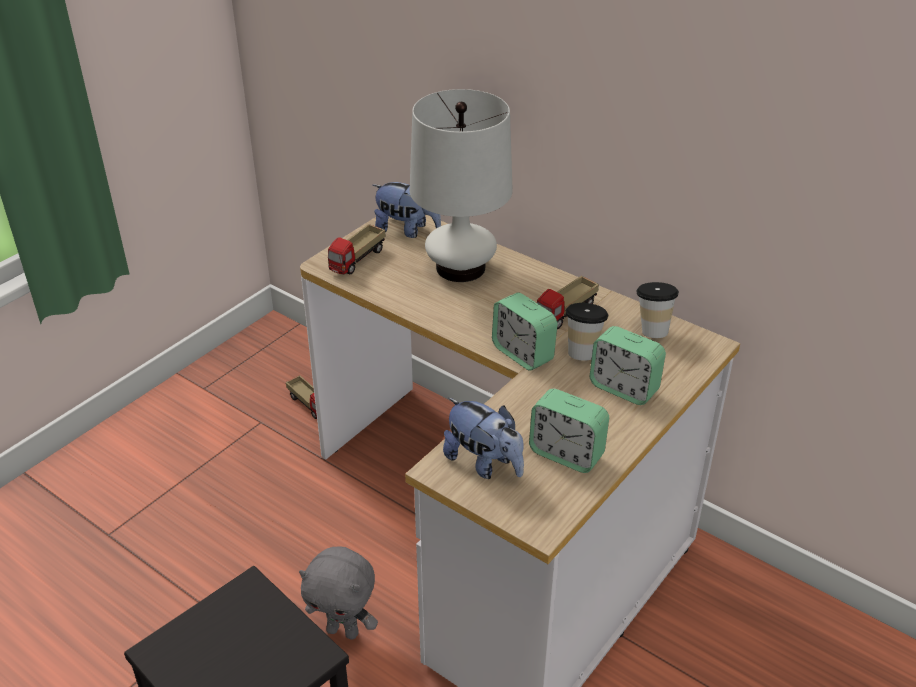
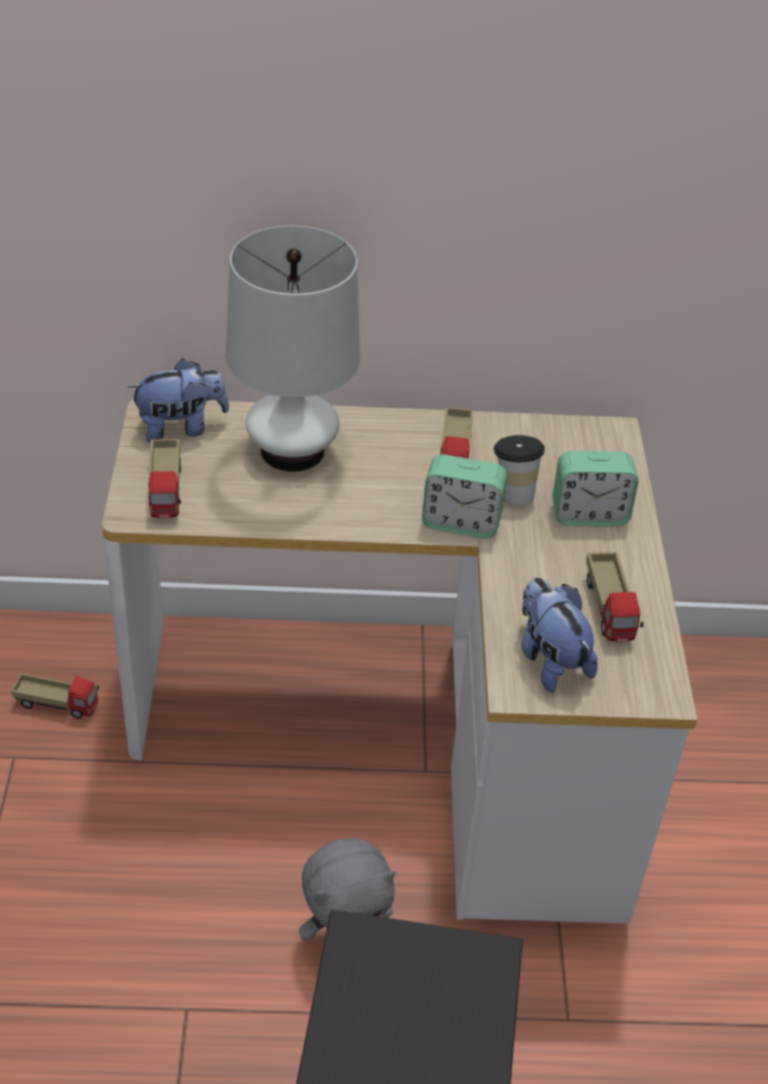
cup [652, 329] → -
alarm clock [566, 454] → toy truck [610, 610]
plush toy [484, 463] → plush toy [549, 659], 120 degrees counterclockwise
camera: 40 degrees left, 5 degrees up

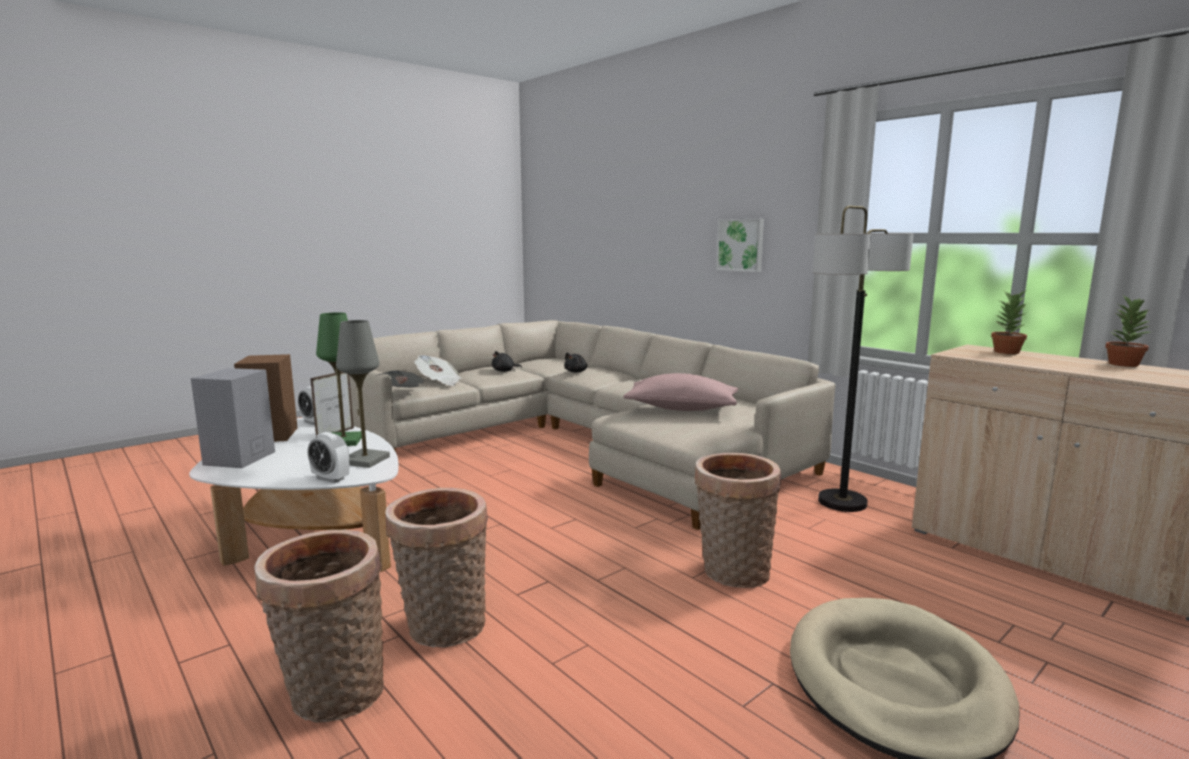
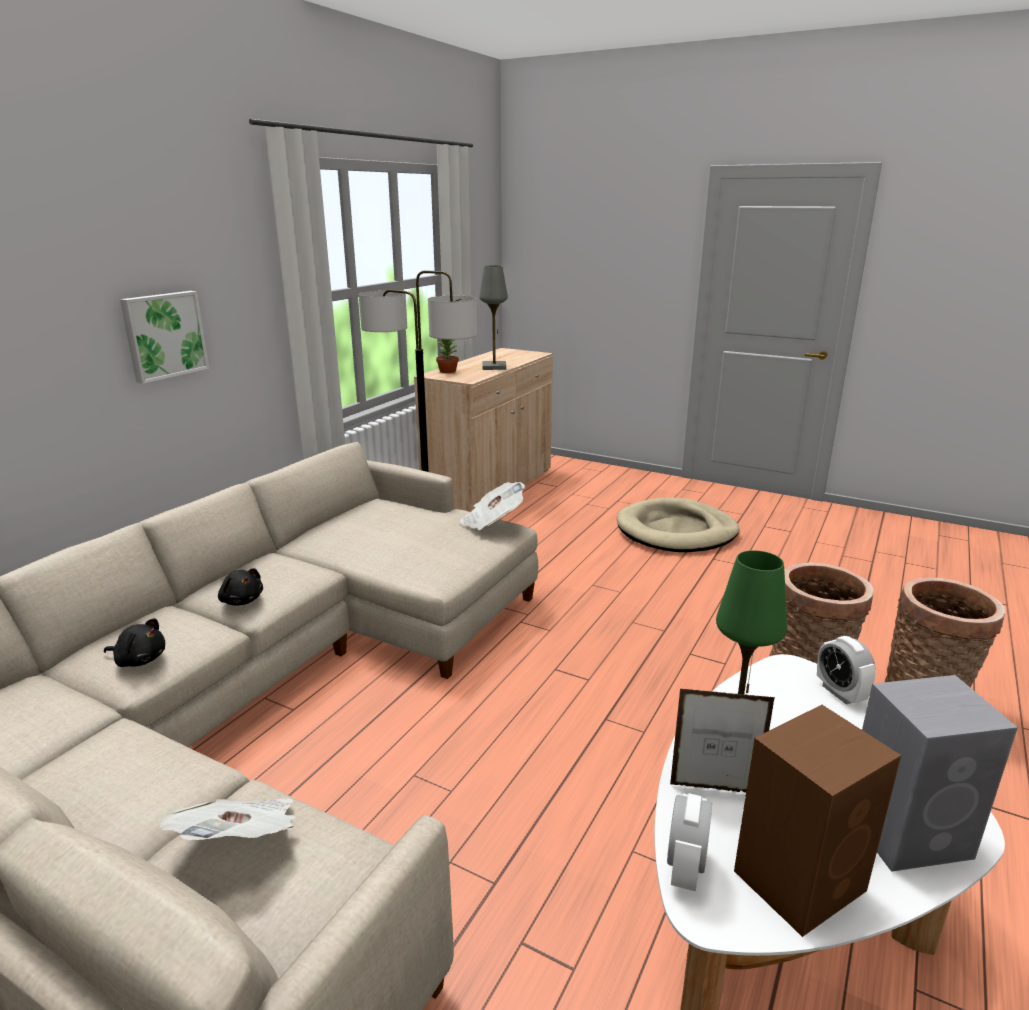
pillow/pink [681, 408] → -
basket [732, 573] → -
potted plant [1123, 364] → -
table lamp/grey [365, 460] → table lamp/grey [494, 367], move
newspaper [402, 392] → newspaper [492, 521], move
plush toy/black [504, 371] → plush toy/black [241, 600], move
alarm clock [330, 478] → alarm clock [840, 693], 150 degrees clockwise
camera: 110 degrees left, 10 degrees up

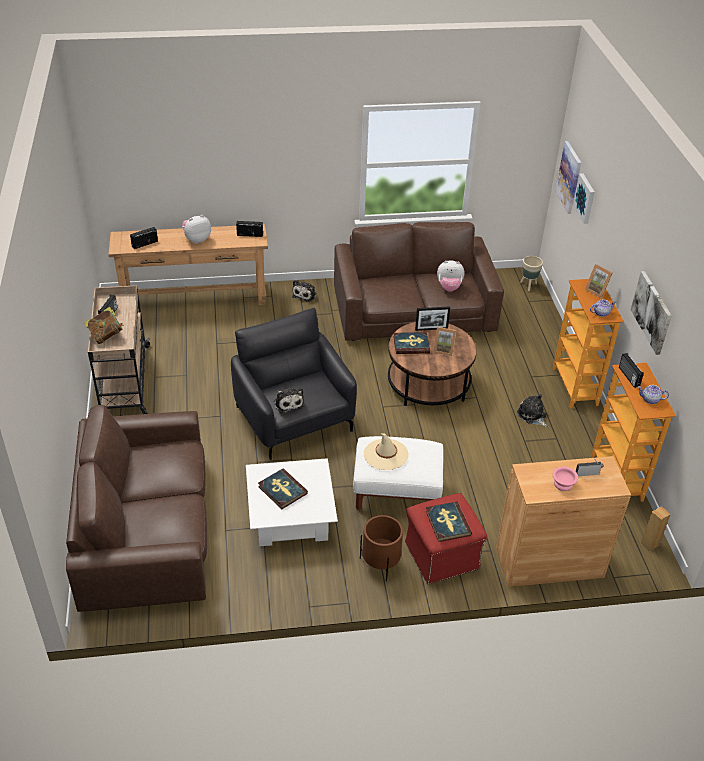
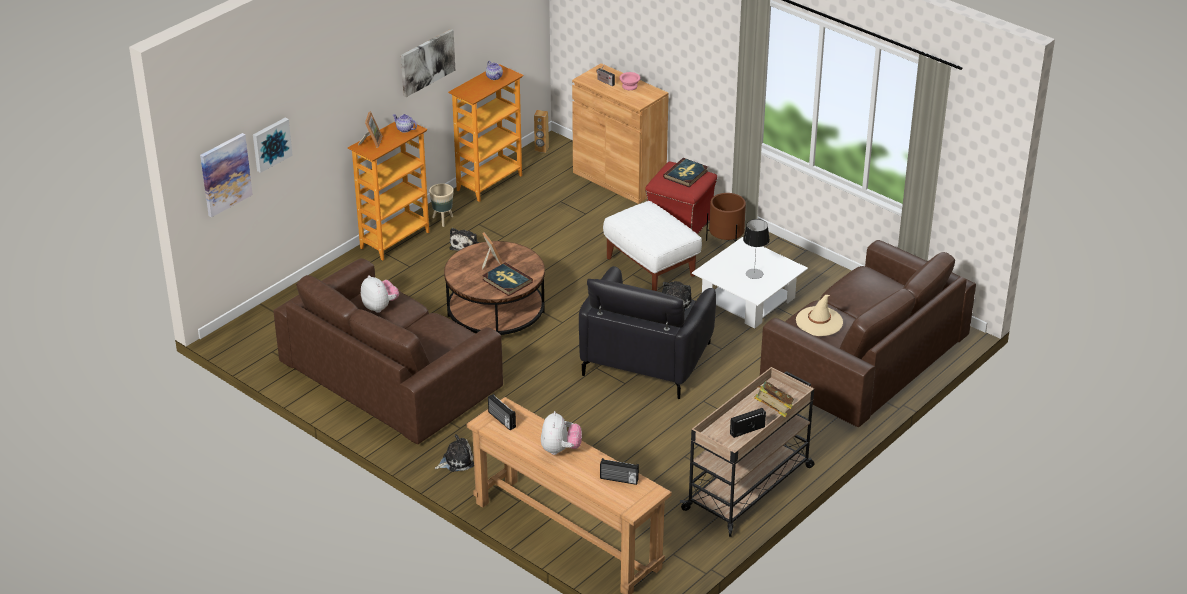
picture frame [431, 329] → -
radio [628, 377] → -
hat/beige [385, 454] → hat/beige [819, 322], move
planter/beige [528, 285] → planter/beige [442, 220], move
book [282, 490] → table lamp [754, 274]
plush toy [197, 239] → plush toy [560, 449], 105 degrees counterclockwise
camera: 130 degrees left, 5 degrees down

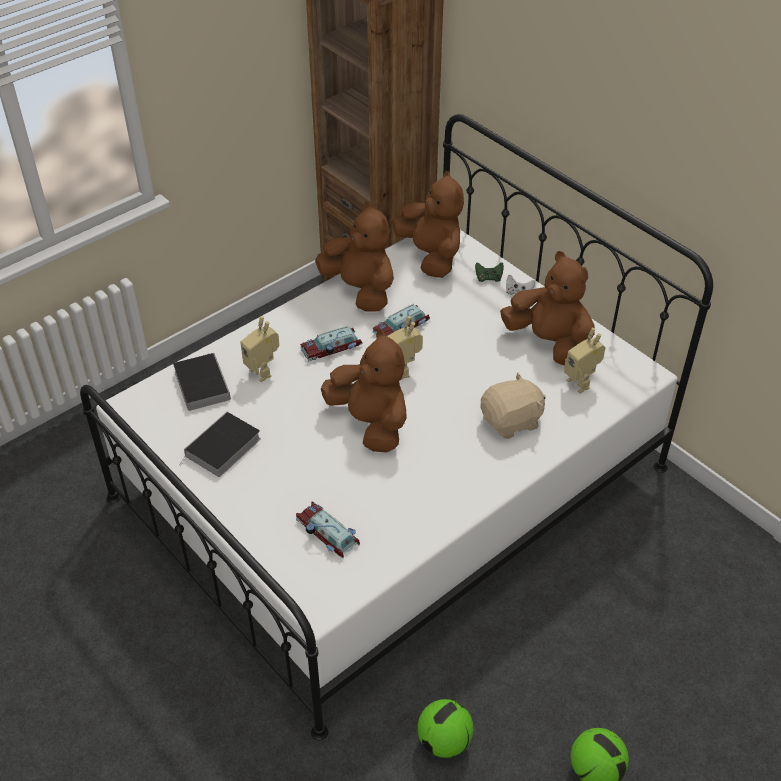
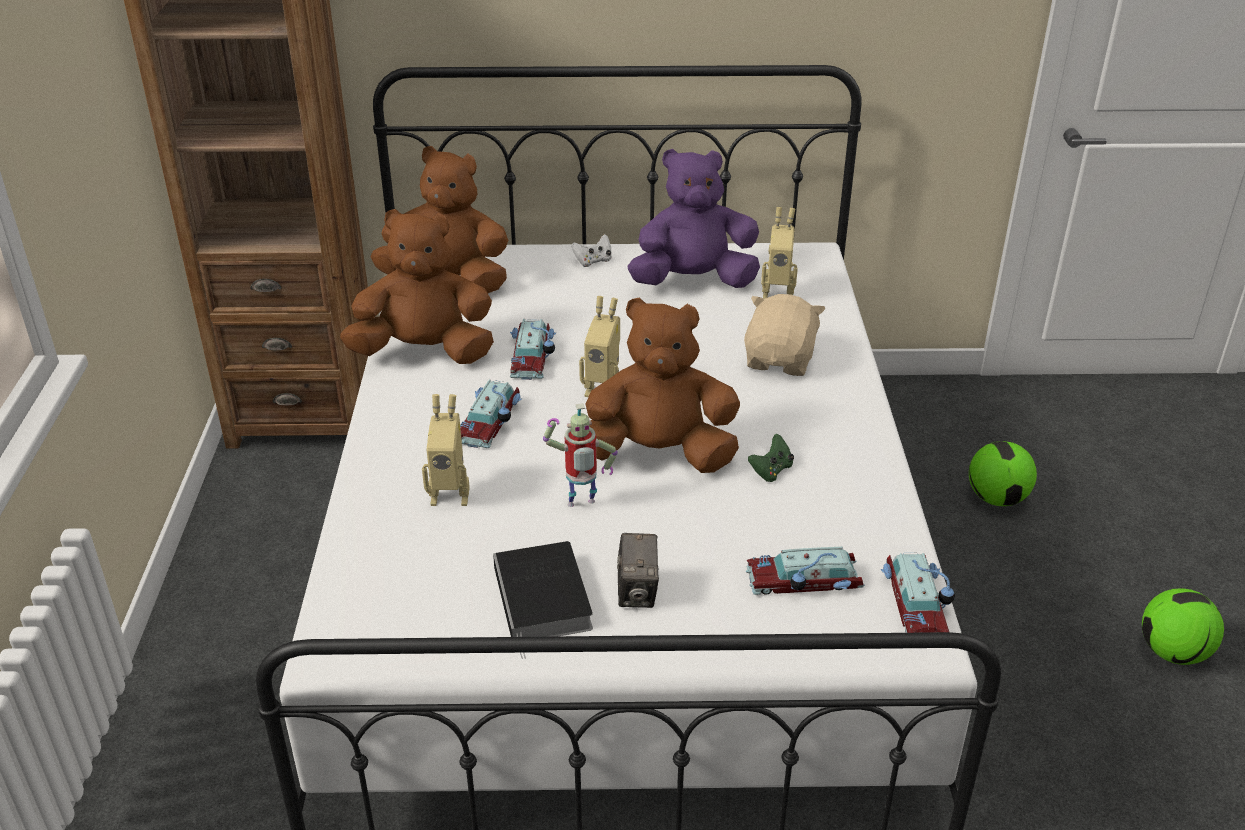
book [201, 383] → -
- → toy robot [581, 506]
- → photo camera [637, 592]
- → toy car [917, 602]
football [444, 741] → football [996, 498], move
game controller/green [488, 278] → game controller/green [771, 471], move
plush toy/brown [549, 342] → plush toy/purple [693, 281]
camera: 50 degrees left, 10 degrees down

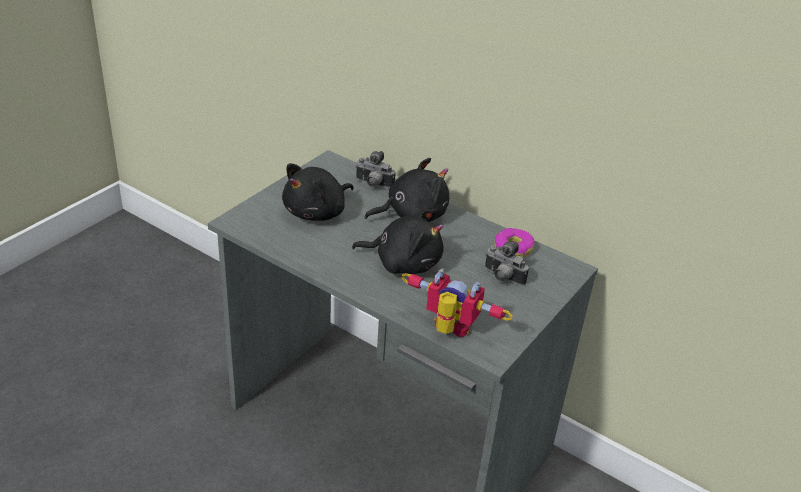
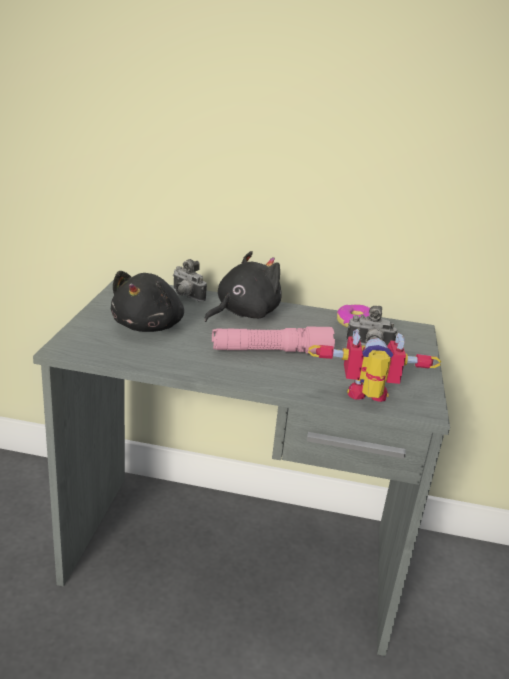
plush toy/black [404, 262] → flashlight/pink [271, 351]
photo camera [373, 185] → photo camera [185, 296], 45 degrees clockwise
camera: 25 degrees left, 10 degrees down

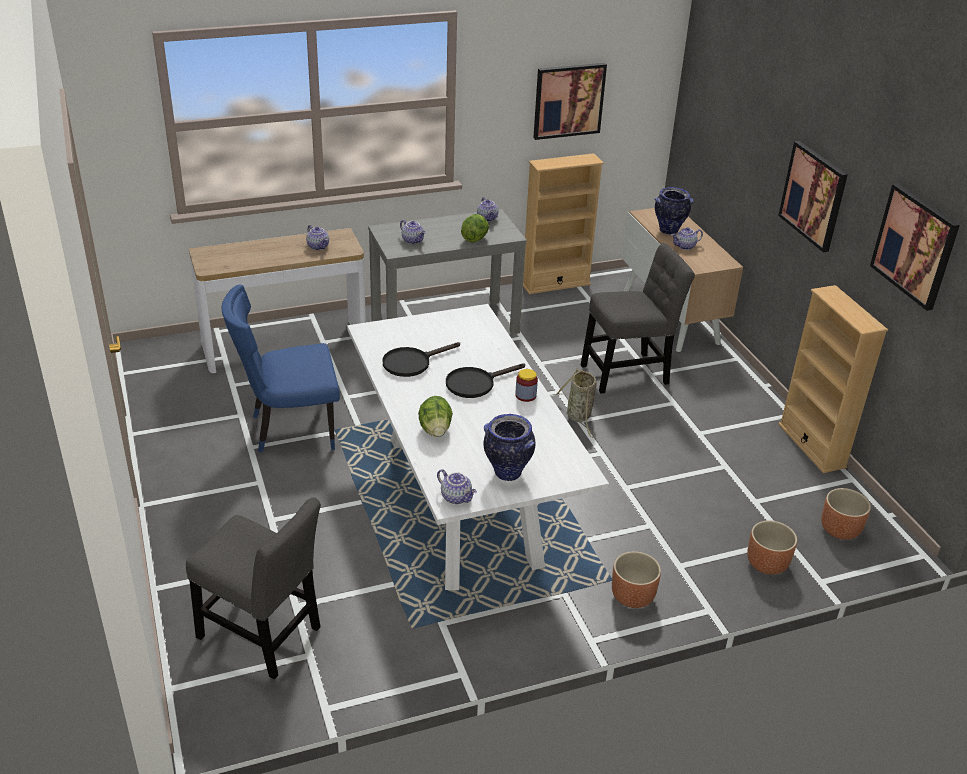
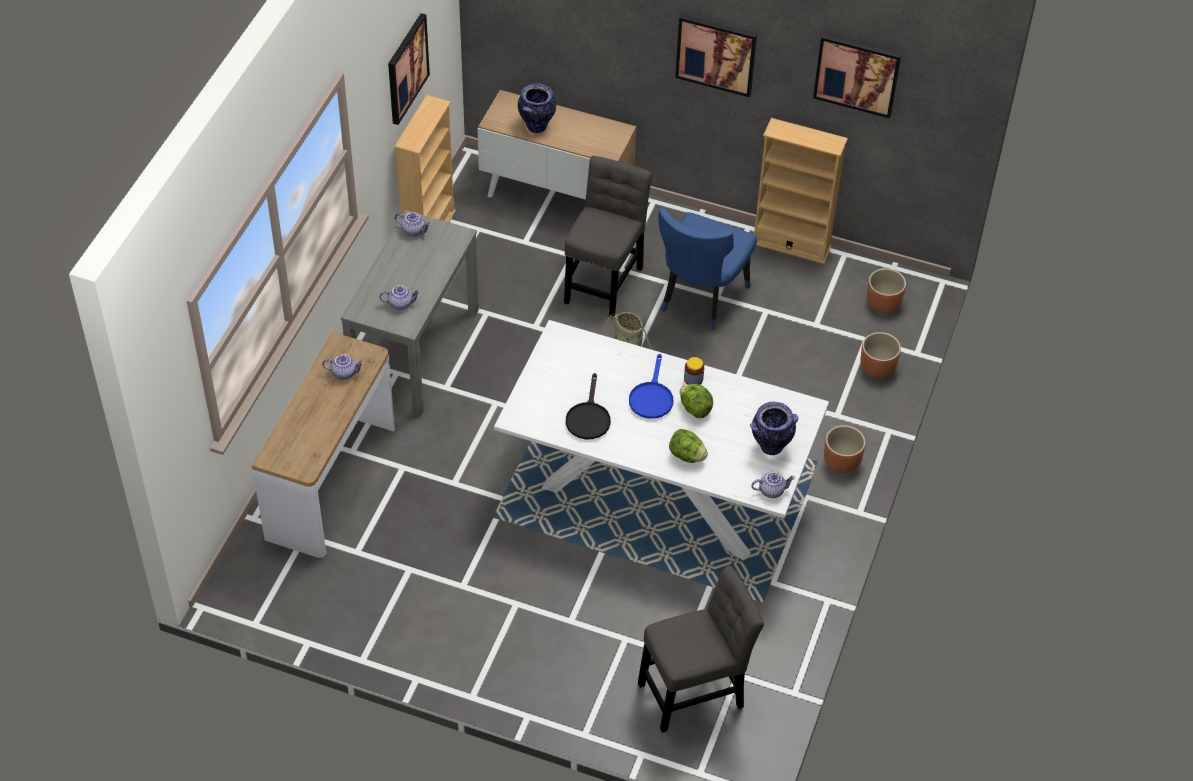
teapot [685, 246] → -
chair/blue [289, 429] → chair/blue [700, 299], move
lettuce [474, 239] → lettuce [695, 408], move
frying pan/black [476, 383] → frying pan/blue [651, 397]
camera: 50 degrees left, 15 degrees up

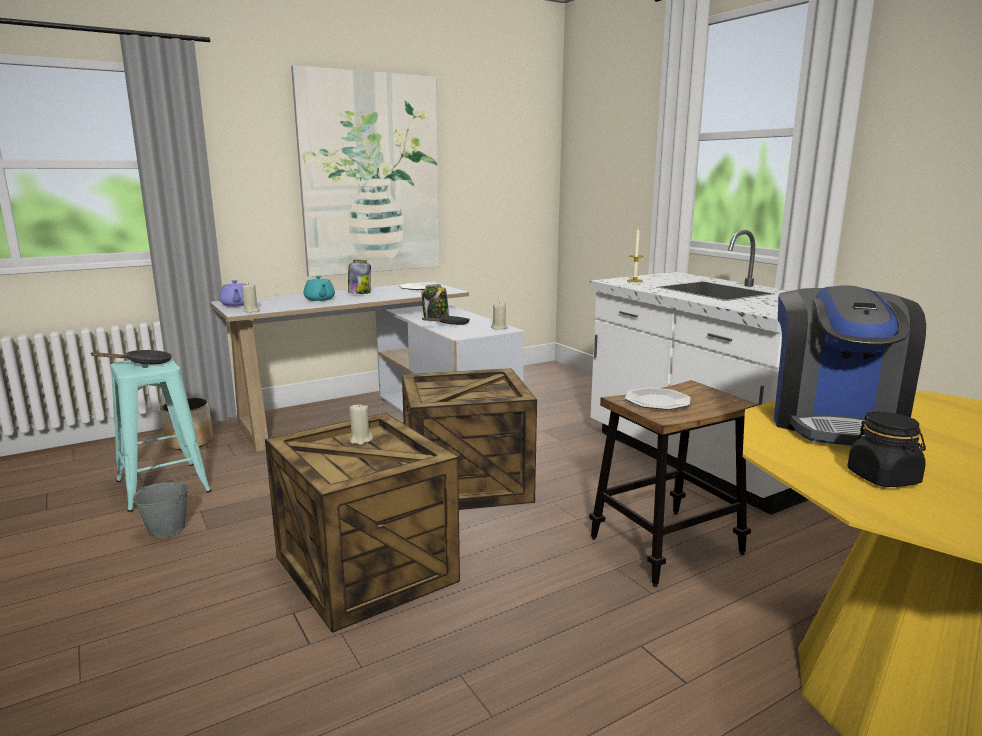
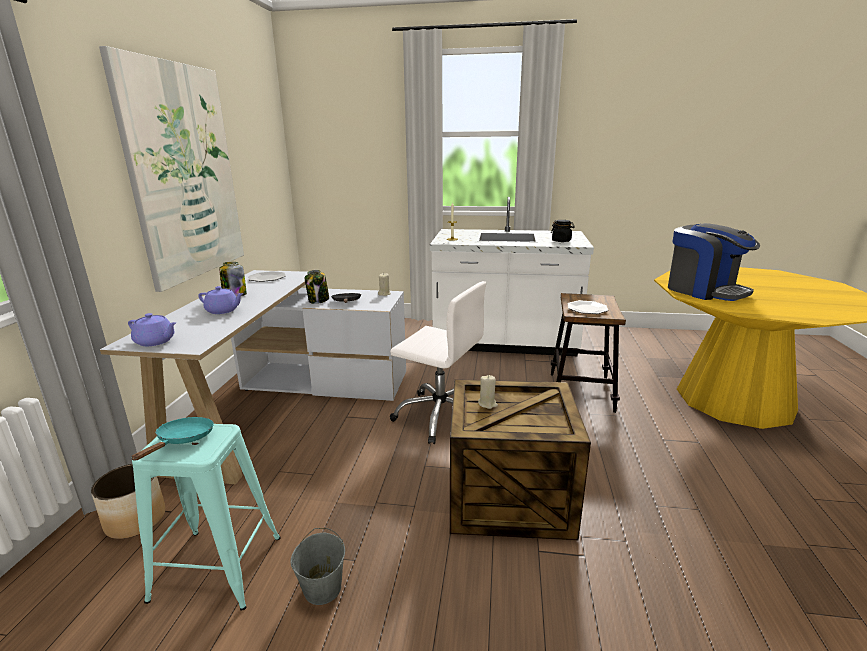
candle/beige [251, 311] → -
jar/black [883, 478] → jar/black [561, 241], move
crate [466, 485] → office chair/white [440, 416]
frying pan/black [144, 363] → frying pan/turquoise [182, 440]
teapot/turquoise [319, 299] → teapot/purple [223, 311]
camera: 50 degrees left, 5 degrees up

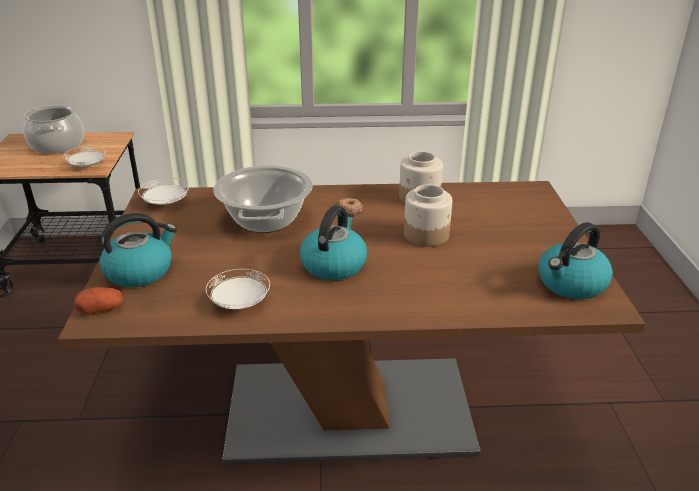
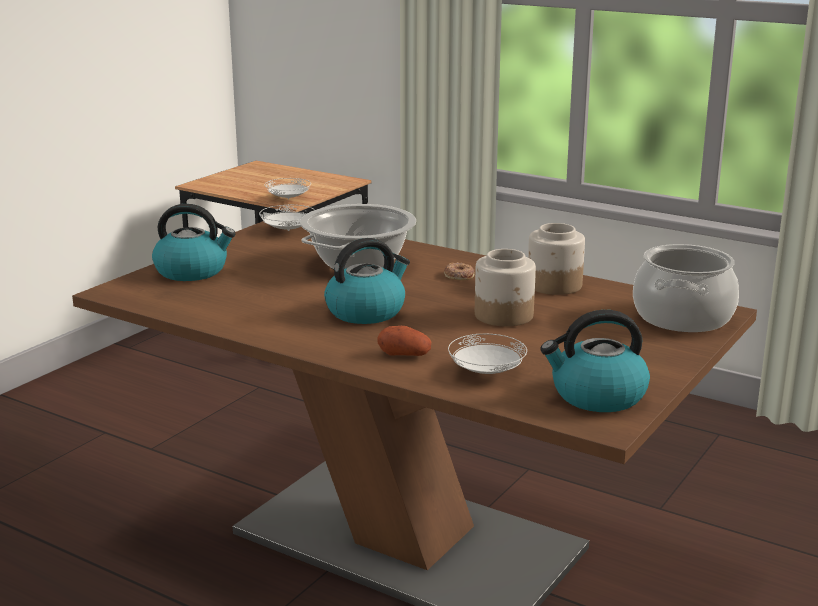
cooking pot [57, 145] → cooking pot [682, 317], move
potato [101, 309] → potato [404, 354], move
plate/white [240, 303] → plate/white [487, 373], move
camera: 35 degrees right, 10 degrees down

